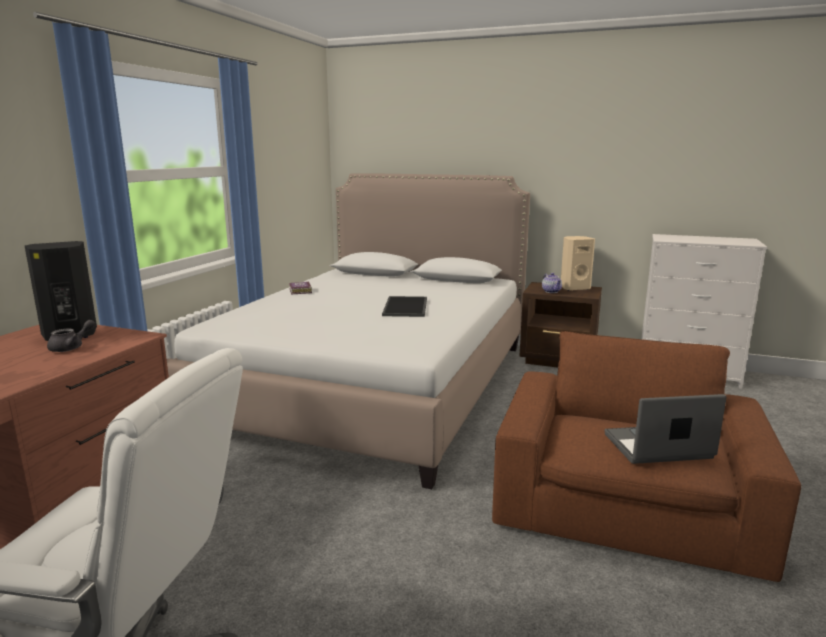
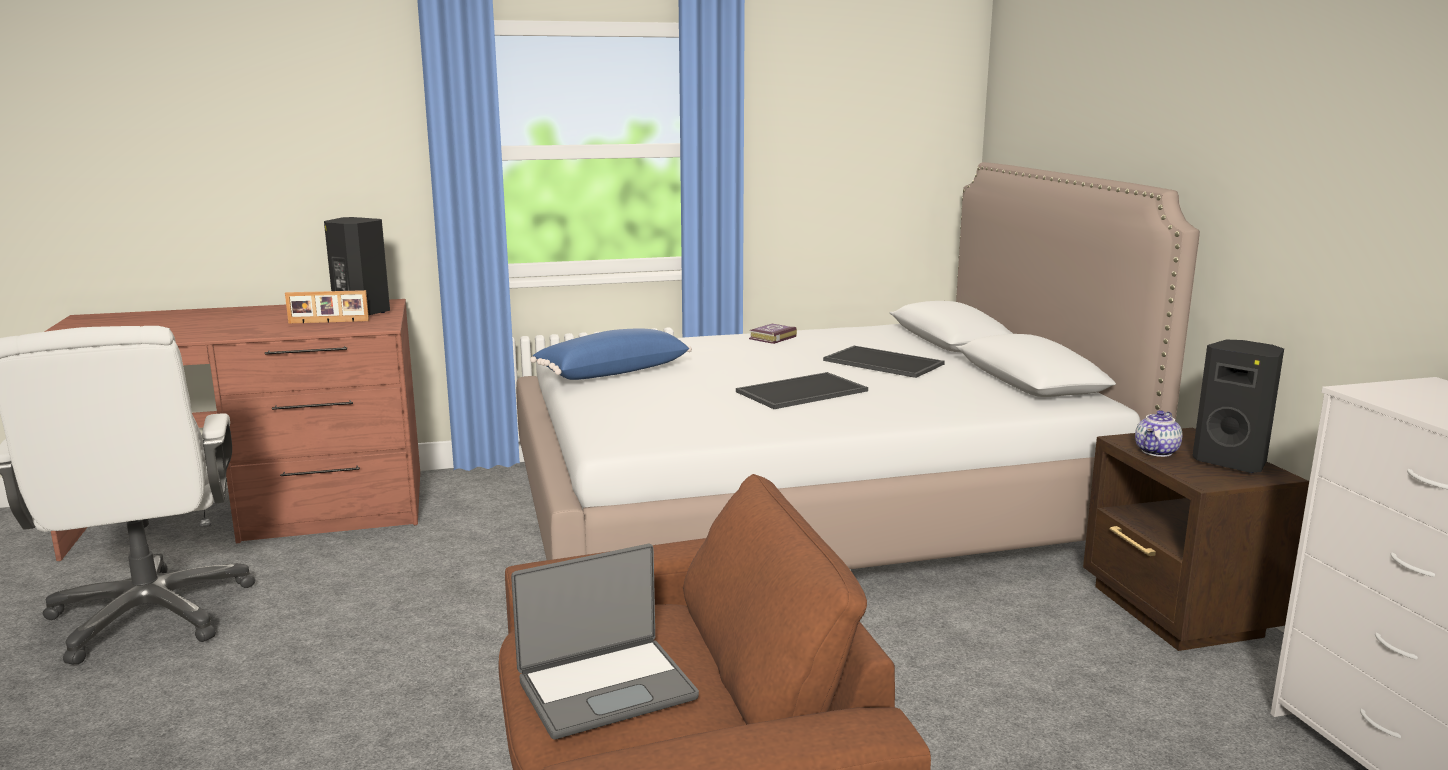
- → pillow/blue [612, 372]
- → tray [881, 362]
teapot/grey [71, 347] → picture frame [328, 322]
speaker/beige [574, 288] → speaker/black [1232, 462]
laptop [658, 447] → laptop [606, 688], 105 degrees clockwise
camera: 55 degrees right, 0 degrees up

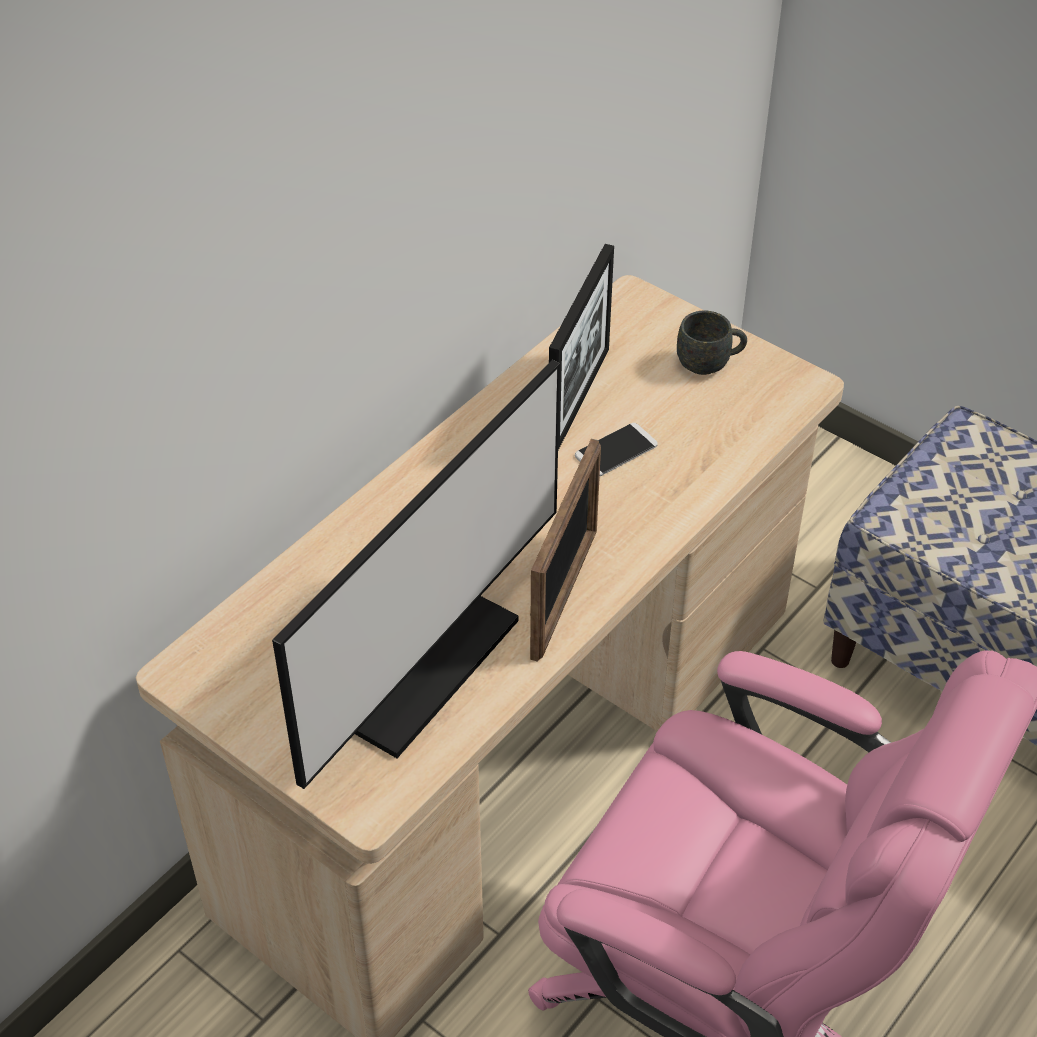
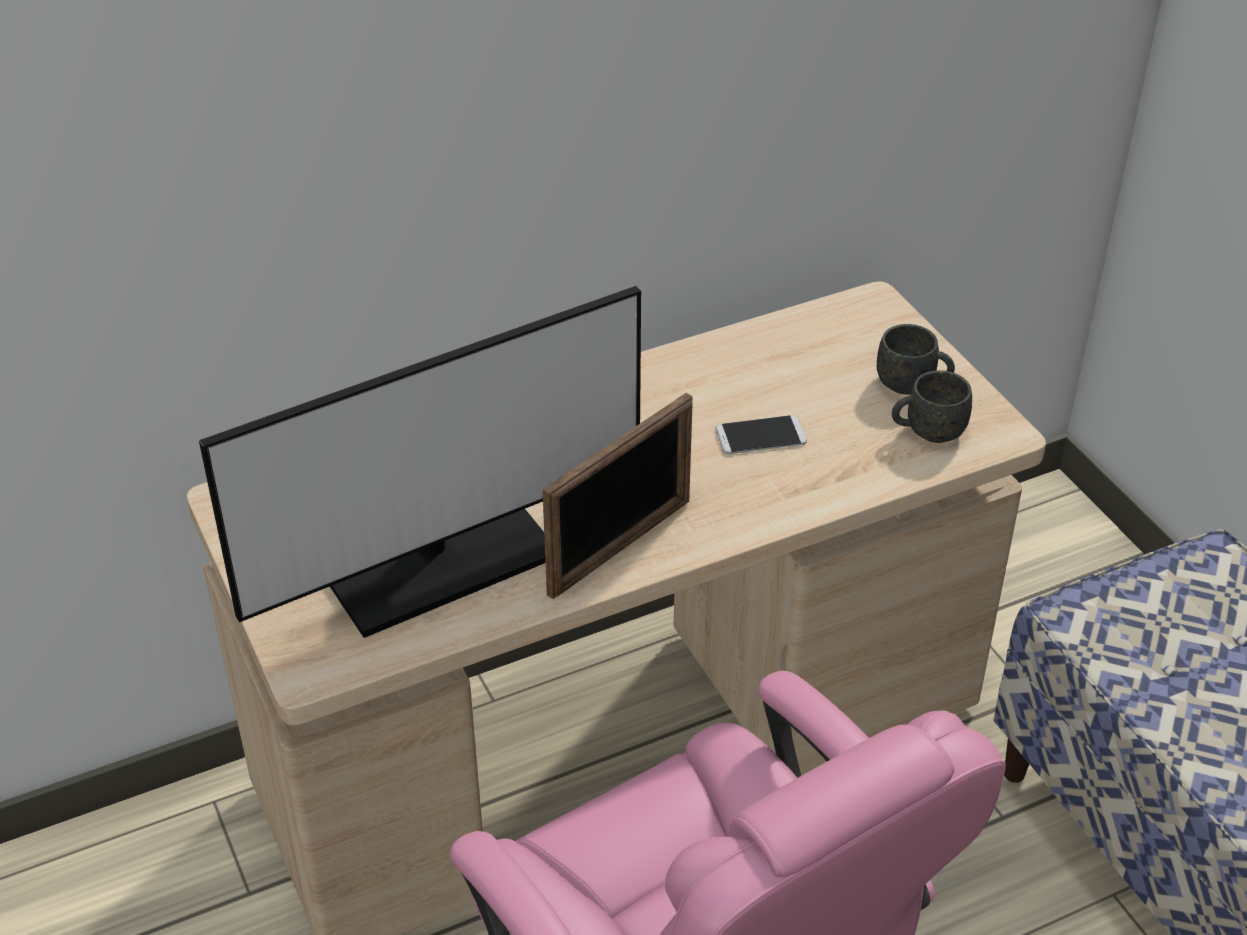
picture frame [579, 398] → -
- → mug/grey [927, 432]
camera: 25 degrees right, 5 degrees down

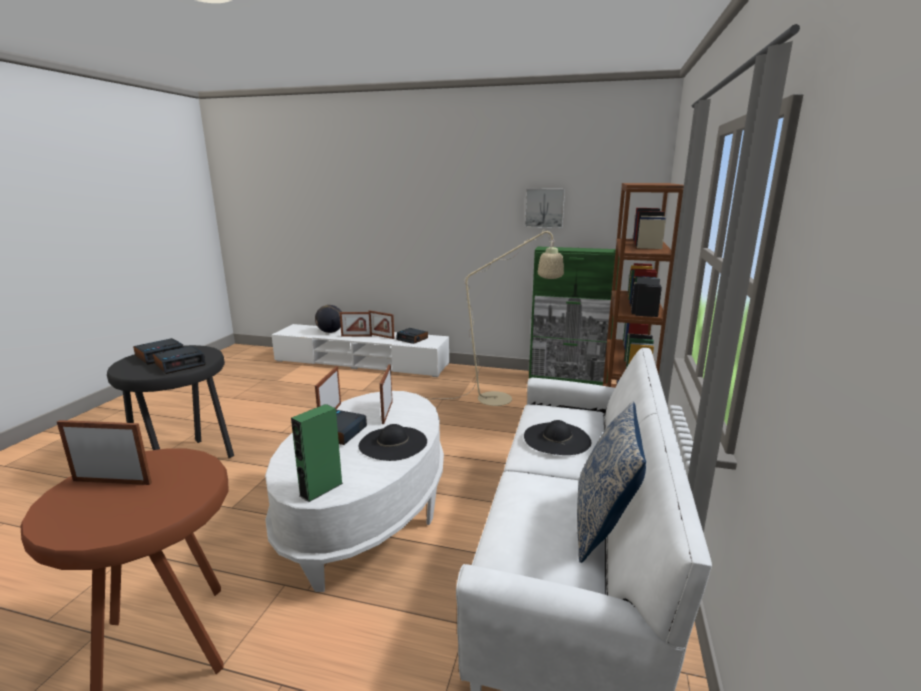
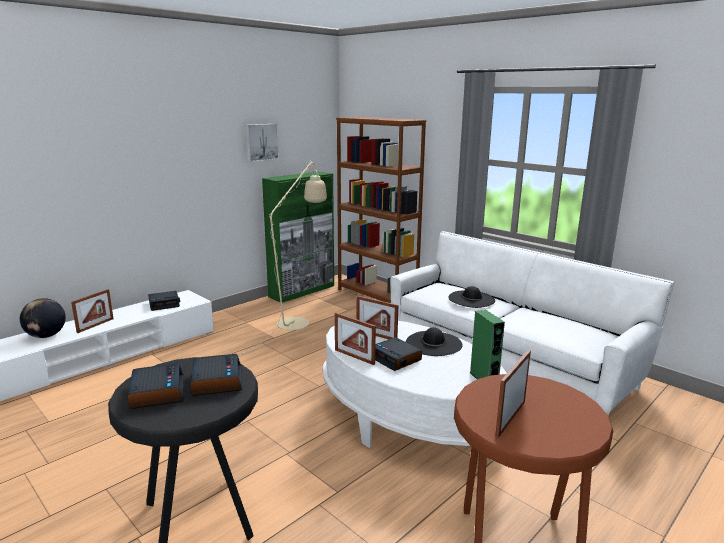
picture frame [381, 336] → -
pillow [603, 524] → -
camera: 60 degrees left, 0 degrees up

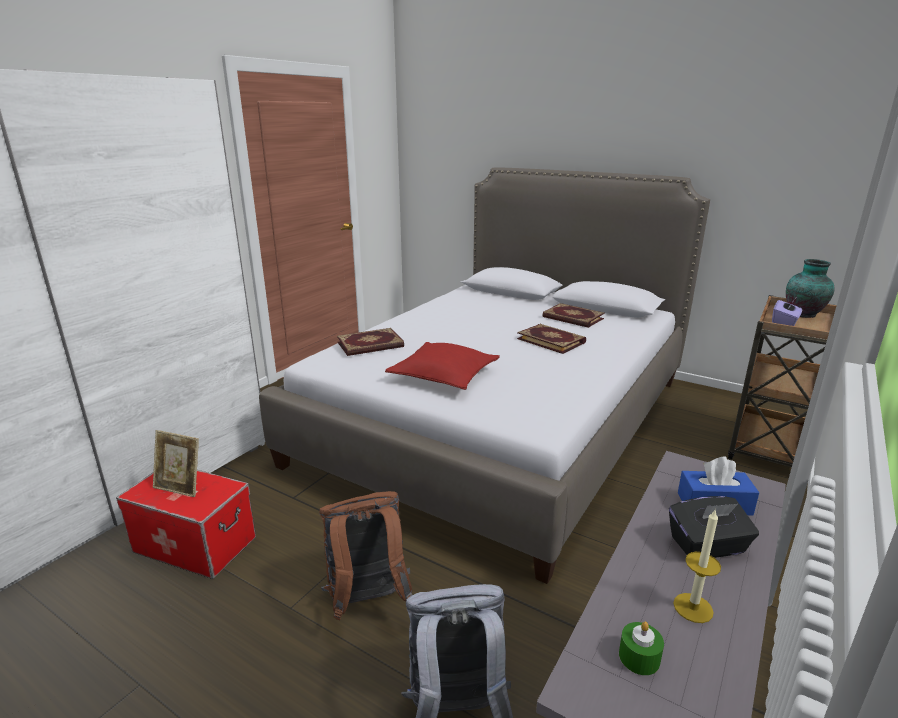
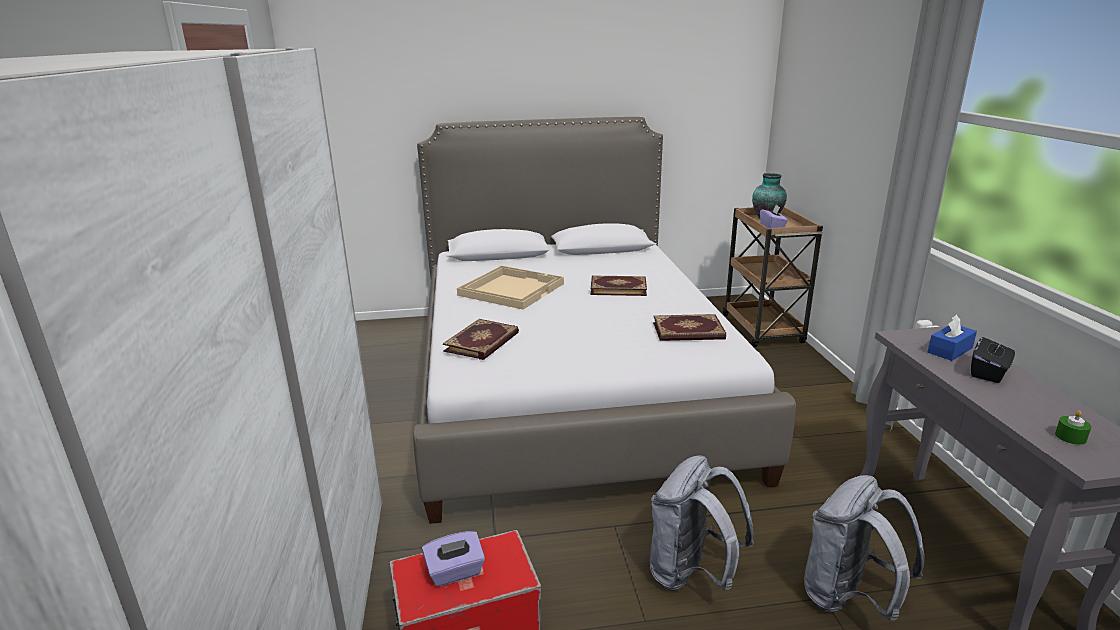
pillow/red [444, 376] → -
candle [693, 608] → -
- → tray/beige [511, 289]
book [572, 318] → book [688, 331], move
picture frame [180, 487] → tissue box/purple [455, 572]
backpack/brown [367, 601] → backpack/grey [691, 574]
camera: 40 degrees left, 0 degrees up

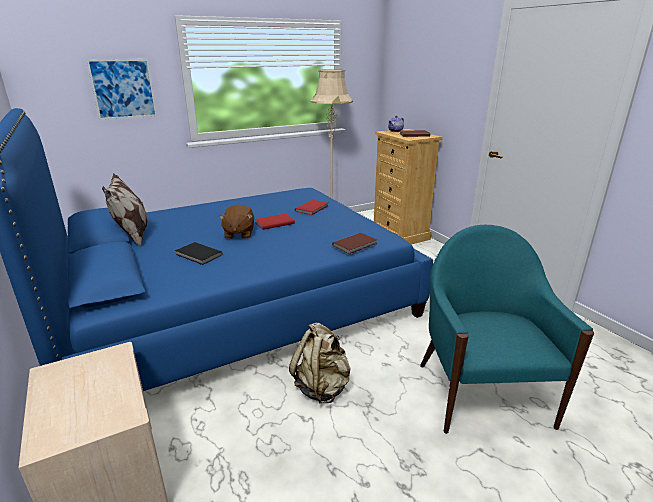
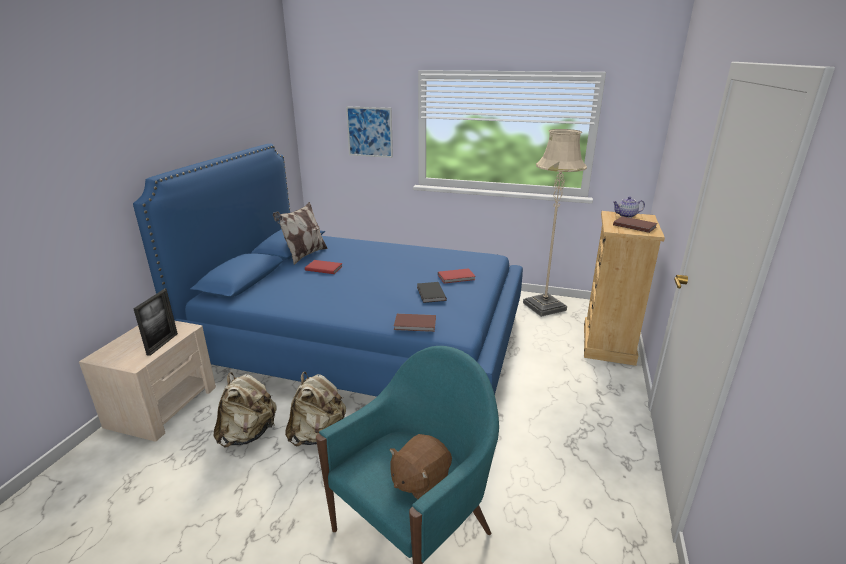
- → picture frame [162, 344]
- → backpack/beige [248, 434]
book/black [198, 255] → book/black [430, 294], move
plush toy/brown [239, 234] → plush toy/brown [419, 480], move
book/red [273, 223] → book/red [324, 268], move
camera: 45 degrees right, 0 degrees up

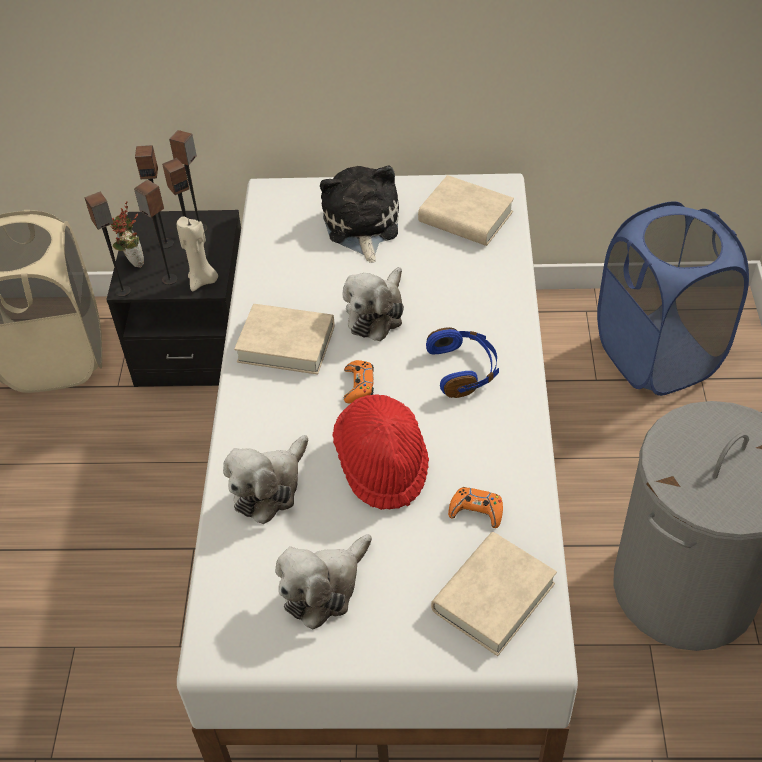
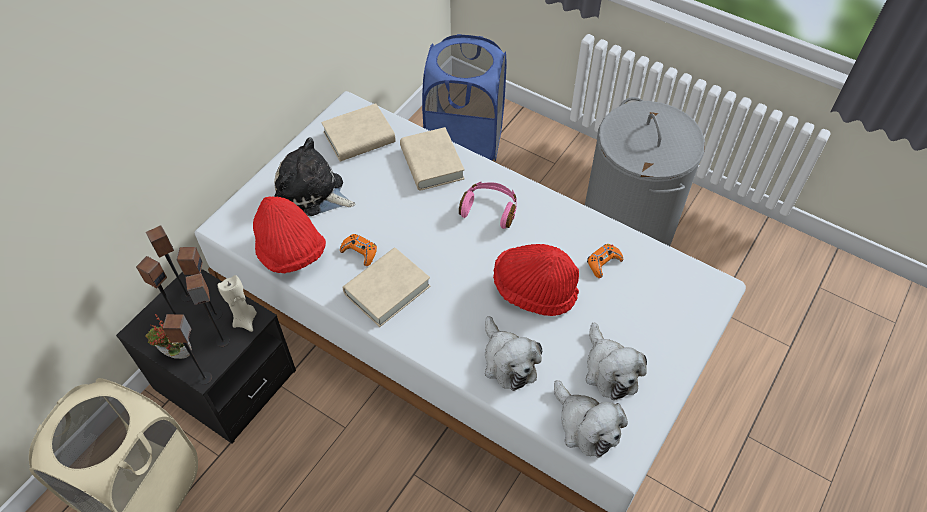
- → hat/red [291, 252]
plush toy [377, 313] → plush toy [585, 426], move
game controller/orange [359, 385] → game controller/orange [360, 252], move
book/beige [493, 597] → book/beige [432, 163], move
headphones/blue [464, 370] → headphones/pink [489, 209]
camera: 60 degrees left, 5 degrees up

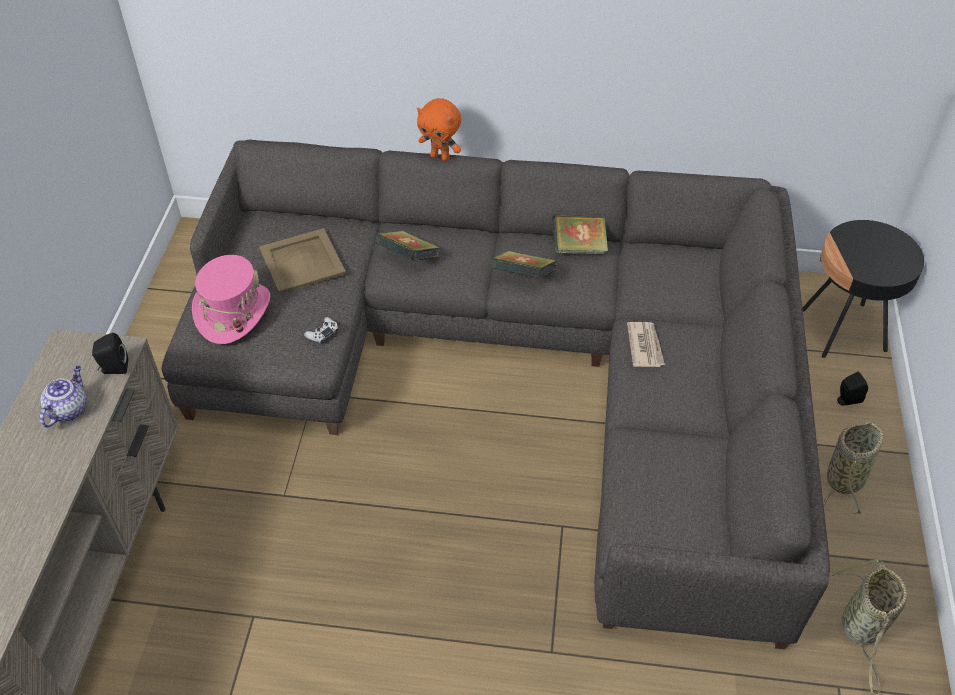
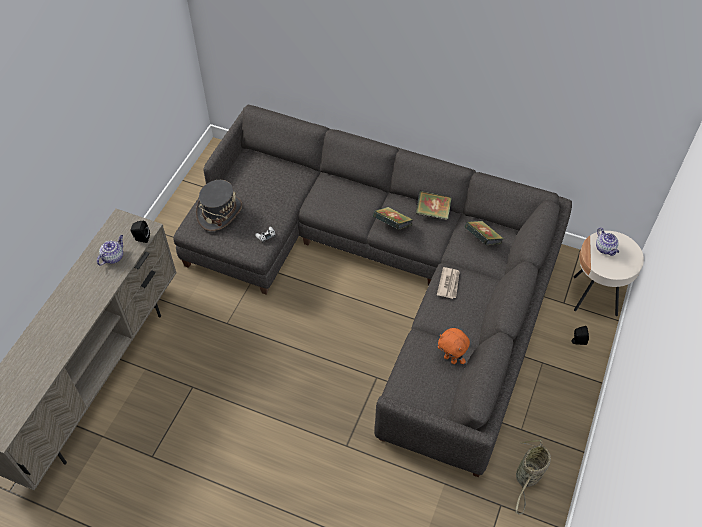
tray/beige [301, 261] → -
basket [845, 477] → -
- → teapot [605, 248]
book [408, 258] → book [482, 239], move
plush toy/orange [440, 157] → plush toy/orange [451, 359], move
hat/pink [233, 312] → hat/grey [219, 212]
side table/black [843, 330] → side table/beige [595, 296]
camera: 15 degrees right, 5 degrees up

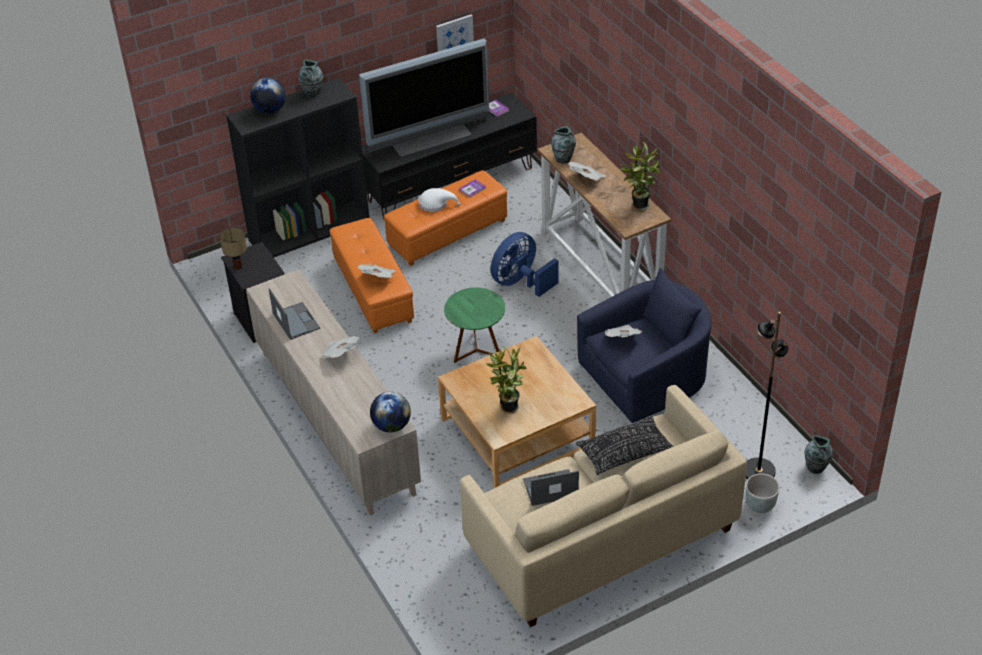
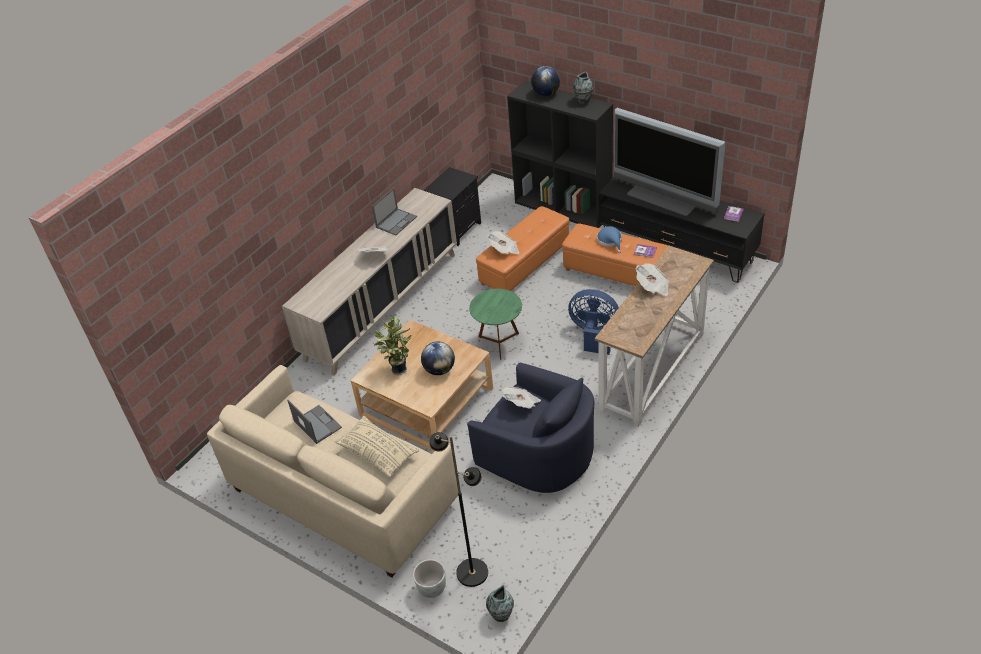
table lamp [237, 267] → -
picture [454, 36] → -
vase [563, 159] → -
potted plant [638, 205] → -
globe [391, 426] → globe [439, 370], move
hat/white [435, 204] → hat/blue [610, 241]
pillow/black [624, 452] → pillow/beige [377, 452]
camera: 65 degrees right, 0 degrees up

